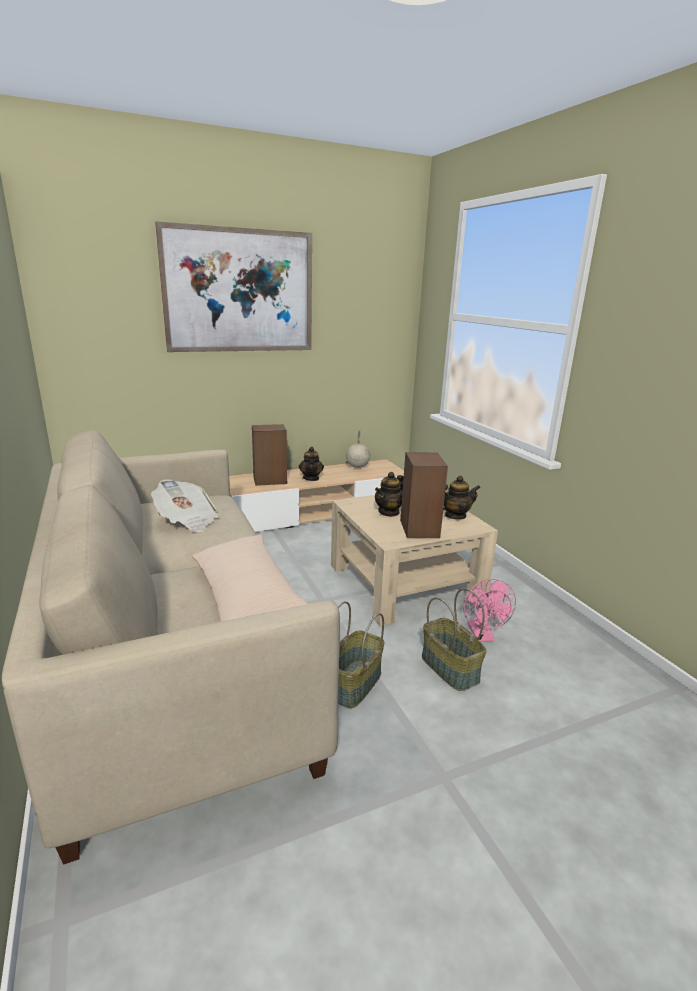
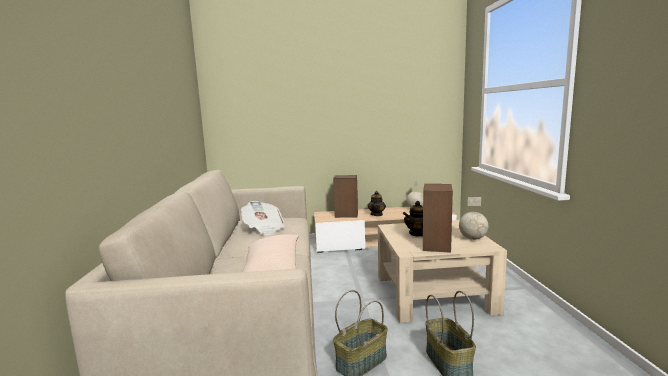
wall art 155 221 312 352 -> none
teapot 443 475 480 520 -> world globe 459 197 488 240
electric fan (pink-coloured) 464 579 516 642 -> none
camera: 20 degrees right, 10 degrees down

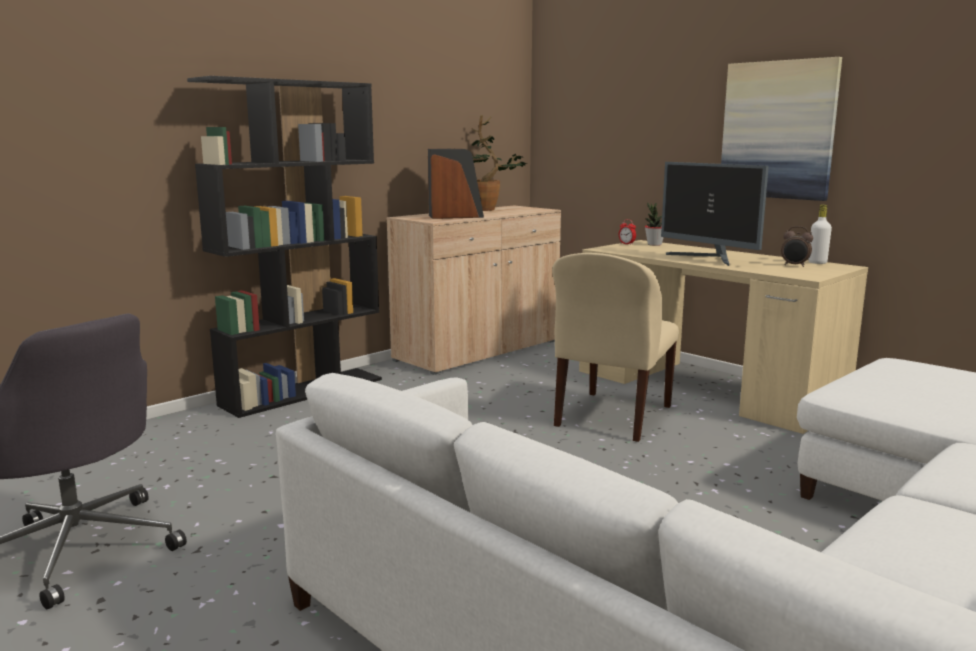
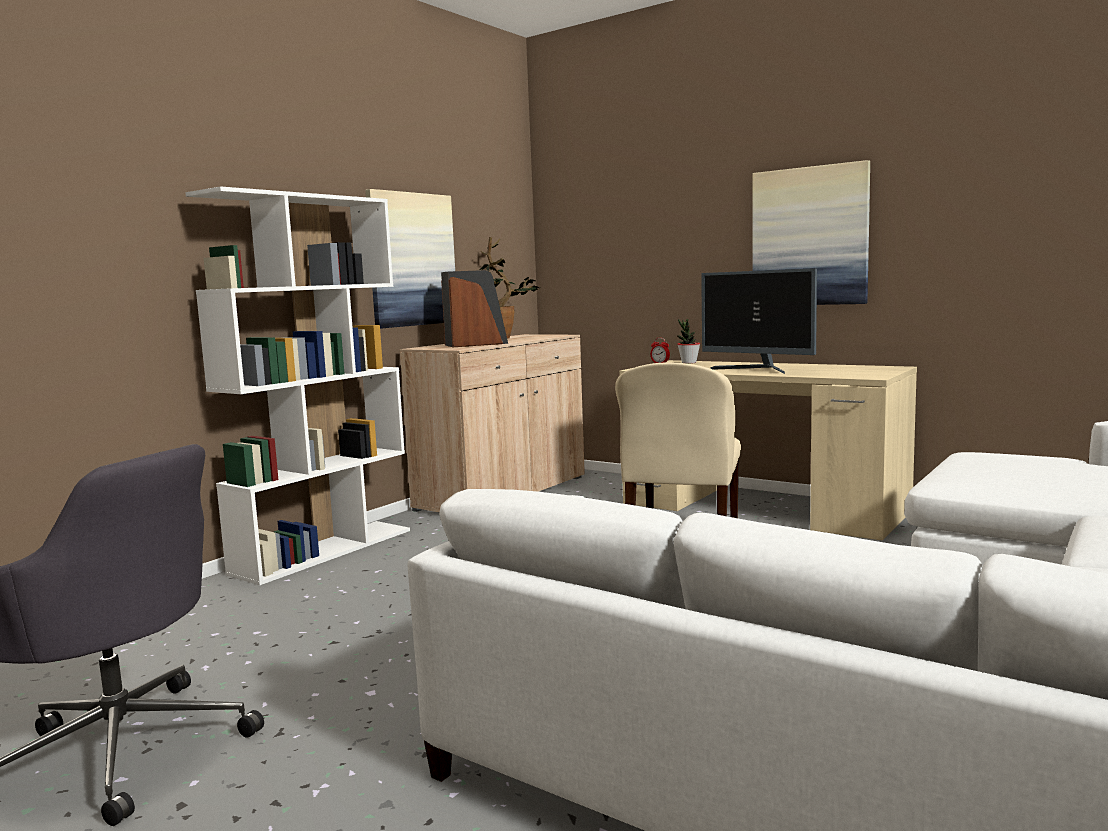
bookcase (blackish) 187 76 382 418 -> bookcase (whitish) 185 186 410 585
alarm clock 781 226 813 267 -> none
drink bottle (whitish) 809 205 832 264 -> none
none -> wall art 365 189 455 329
camera: 10 degrees left, 5 degrees down

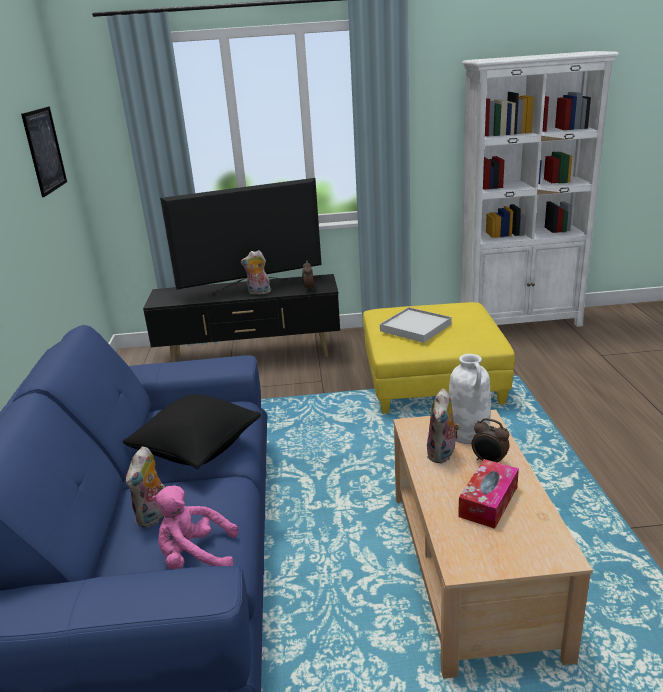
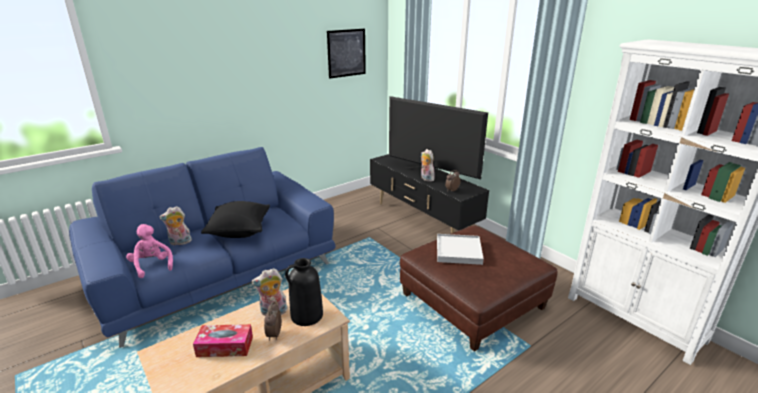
ottoman (yellowish) 363 302 515 414 -> ottoman (brown) 400 225 557 352
decorative vase (whitish) 449 354 490 444 -> decorative vase (blackish) 285 258 323 326
camera: 55 degrees right, 0 degrees up

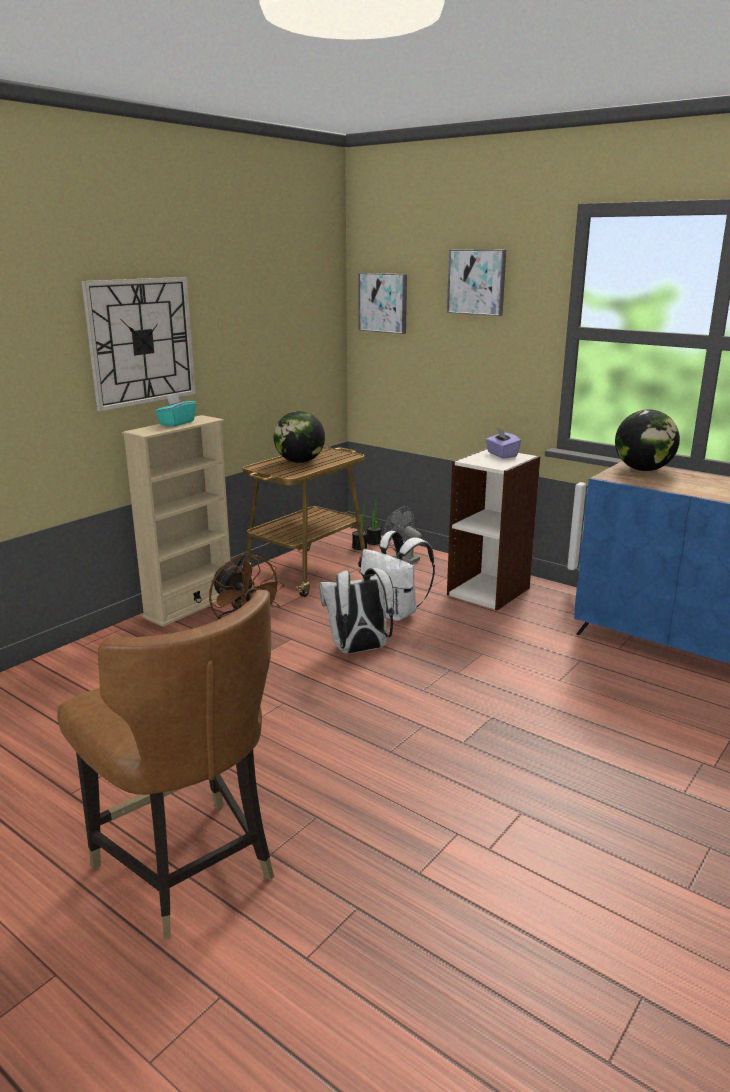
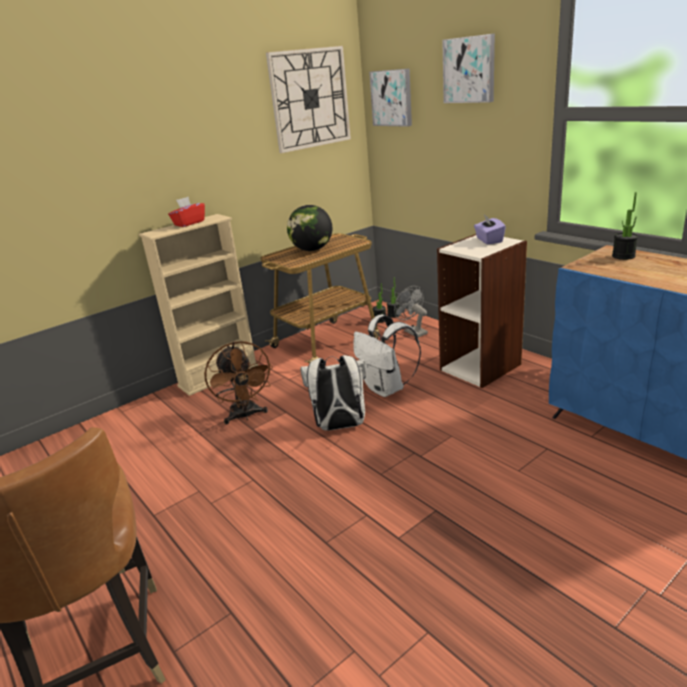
clock on the wall 81 277 196 411 -> clock on the wall 266 46 351 153, move
tissue holder (blue-green) 155 393 196 427 -> tissue holder (red-coloured) 168 197 205 227
world globe 615 409 680 471 -> houseplant 612 192 638 260
camera: 15 degrees right, 5 degrees up

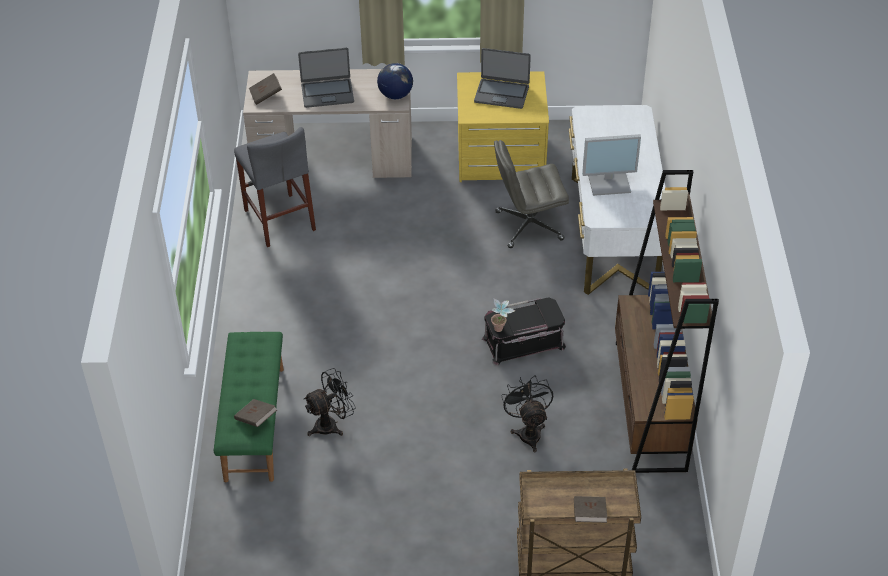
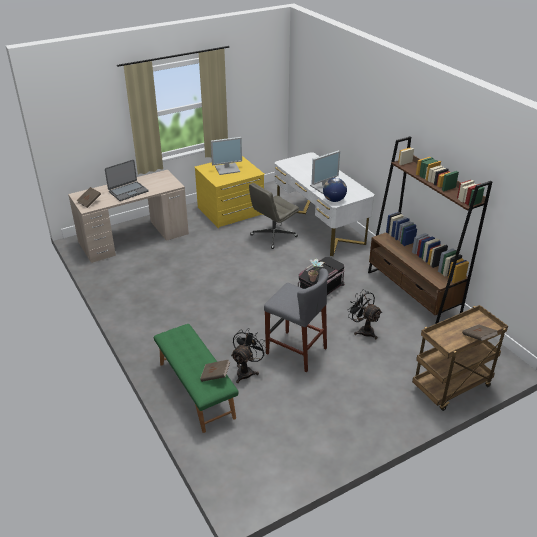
stool (grey) 234 127 316 247 -> stool (grey) 264 268 329 372, move
world globe 377 63 413 99 -> world globe 323 178 347 202, move
laptop 474 48 531 109 -> computer display 211 137 242 175
camera: 30 degrees left, 10 degrees down

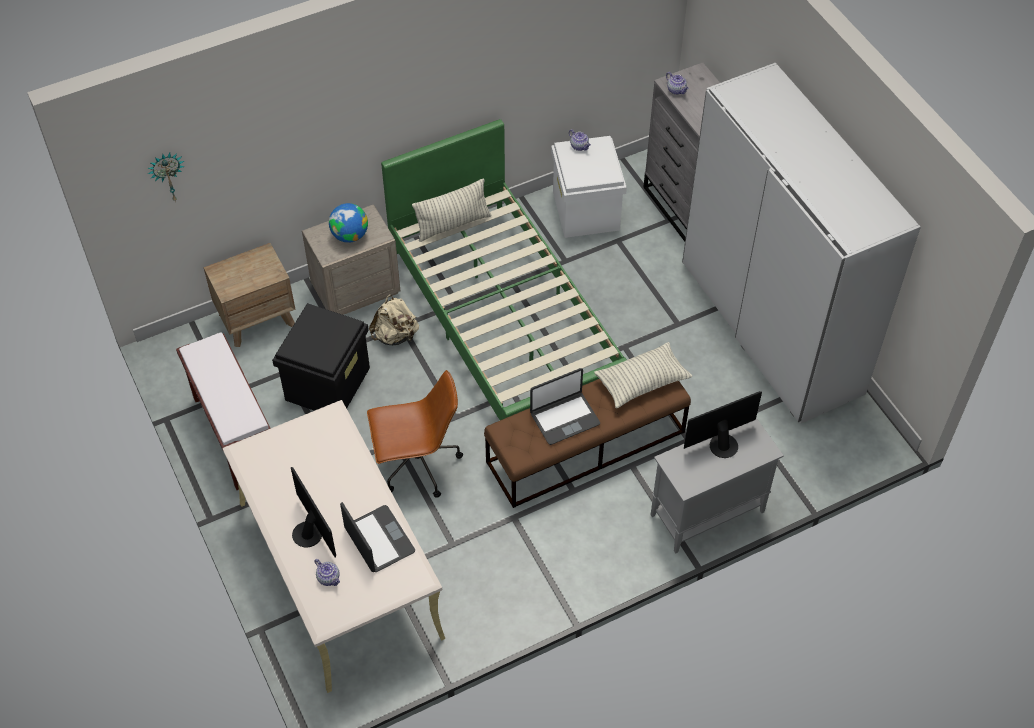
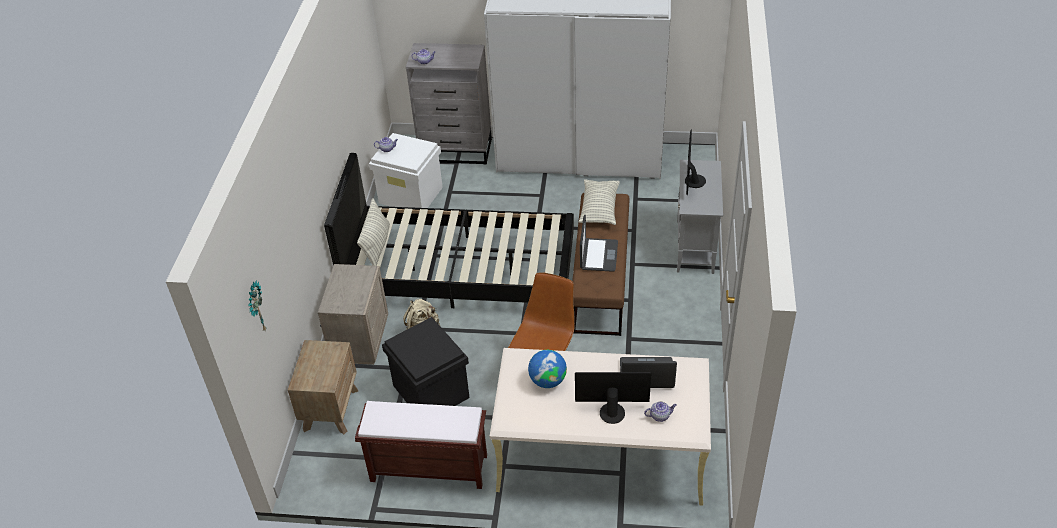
world globe 329 203 368 243 -> world globe 528 350 567 388, move
bedroom bed (green) 381 119 627 420 -> bedroom bed (blackish) 324 153 574 308
camera: 55 degrees left, 10 degrees down

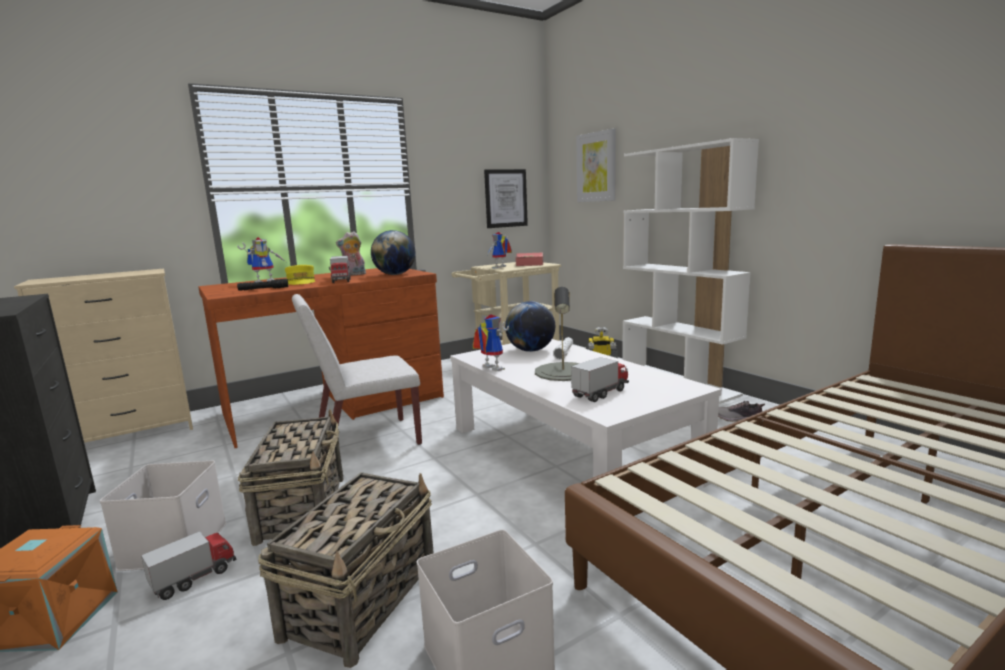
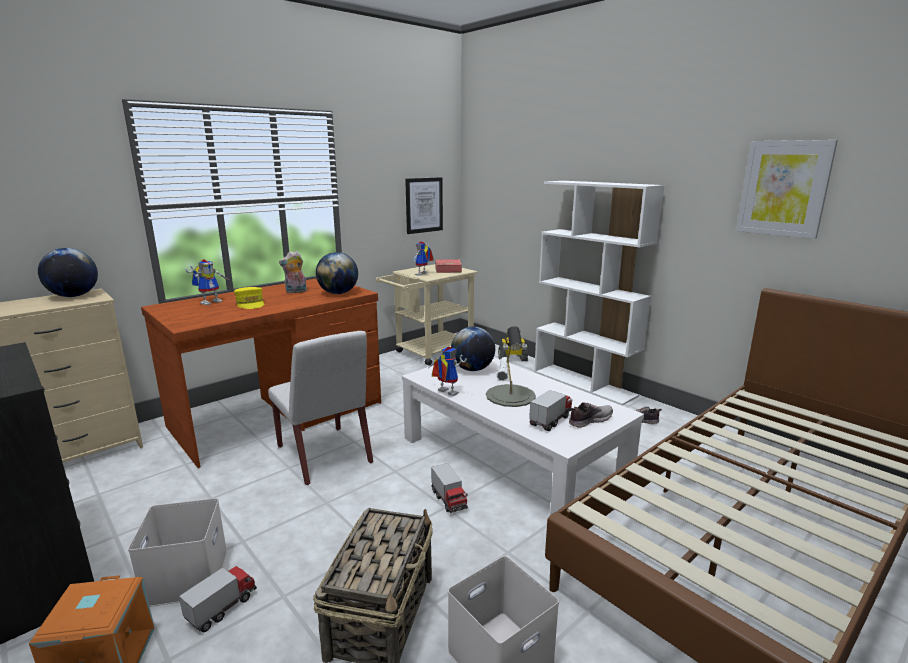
flashlight (blackish) 237 279 288 291 -> none
basket 238 409 344 546 -> none
plain chair (whitish) 292 294 422 445 -> plain chair (whitish) 268 331 373 485, 90 degrees counterclockwise
toy lorry 329 256 351 283 -> toy lorry 431 463 468 513, move
wall art 576 128 616 202 -> wall art 736 140 838 239, move
none -> world globe 38 248 98 297
none -> item of footwear 569 402 613 428
camera: 10 degrees left, 5 degrees up

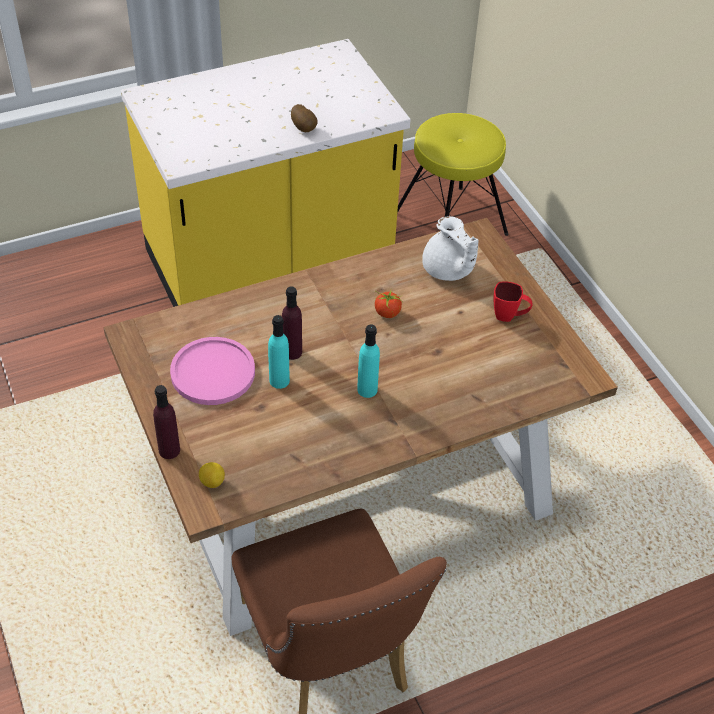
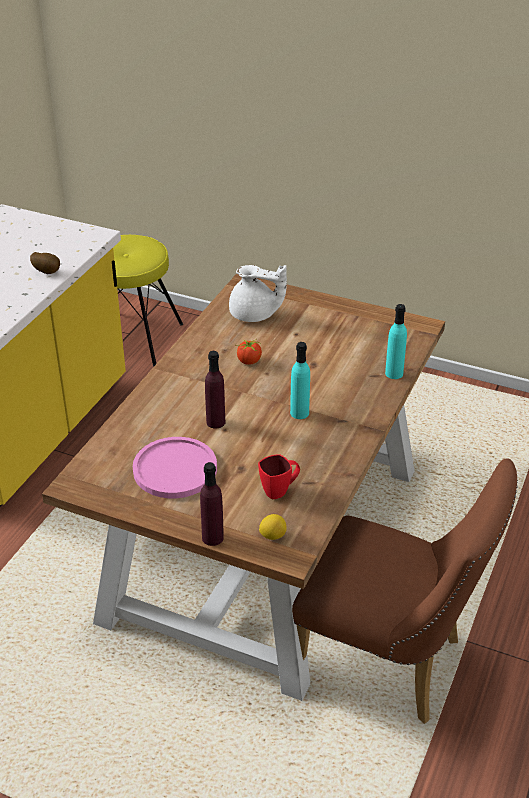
drink bottle (blue-green) 268 315 290 389 -> drink bottle (blue-green) 385 304 407 379, move
coffee mug (red-coloured) 493 281 532 322 -> coffee mug (red-coloured) 258 454 300 499, move
camera: 40 degrees left, 10 degrees down

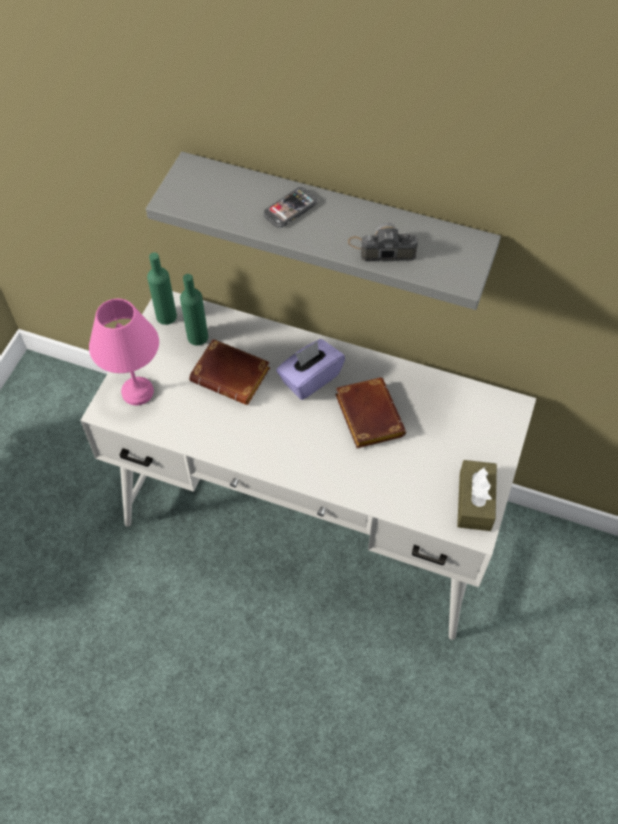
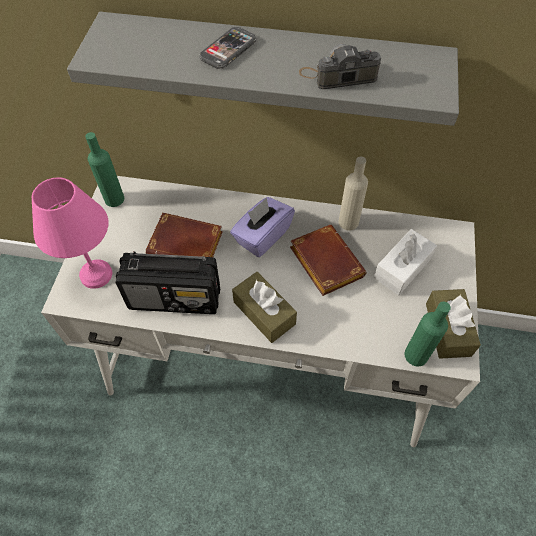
drink bottle (green) 180 274 208 346 -> drink bottle (green) 404 302 451 366, move
none -> radio set 116 251 220 314
none -> tissue holder (brown) 232 272 297 343
none -> drink bottle (sand-coloured) 338 157 368 231
none -> tissue holder (whitish) 374 229 437 295
camera: 10 degrees left, 0 degrees up

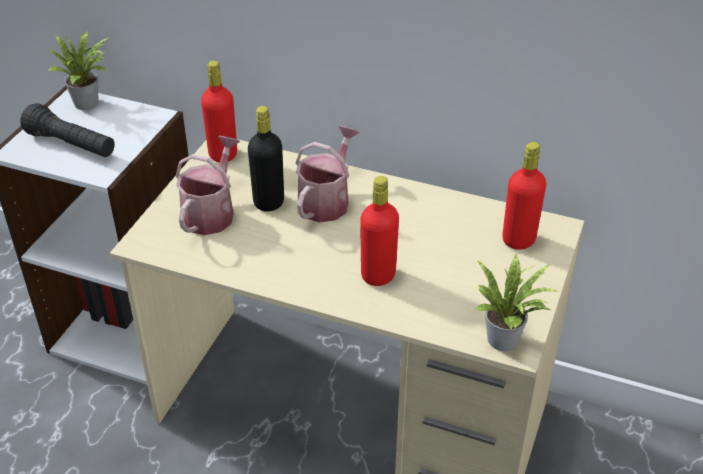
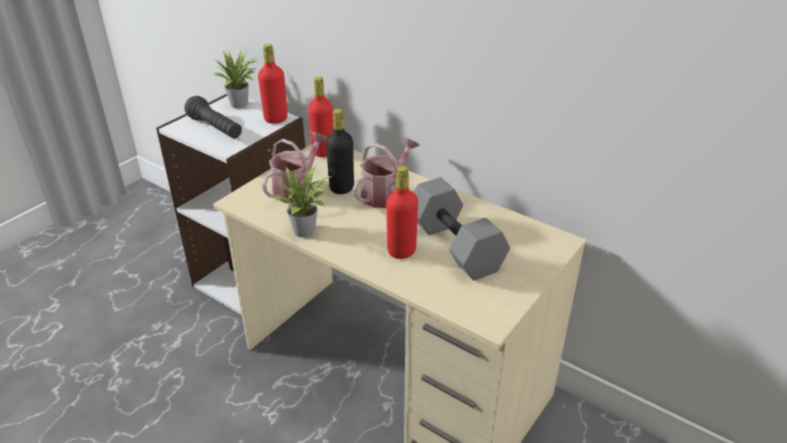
houseplant 474 254 559 351 -> houseplant 273 167 332 237, move
drink bottle (red-coloured) 502 142 546 250 -> drink bottle (red-coloured) 258 44 287 124, move
none -> dumbbell (grey) 414 177 510 281
camera: 15 degrees right, 5 degrees down

